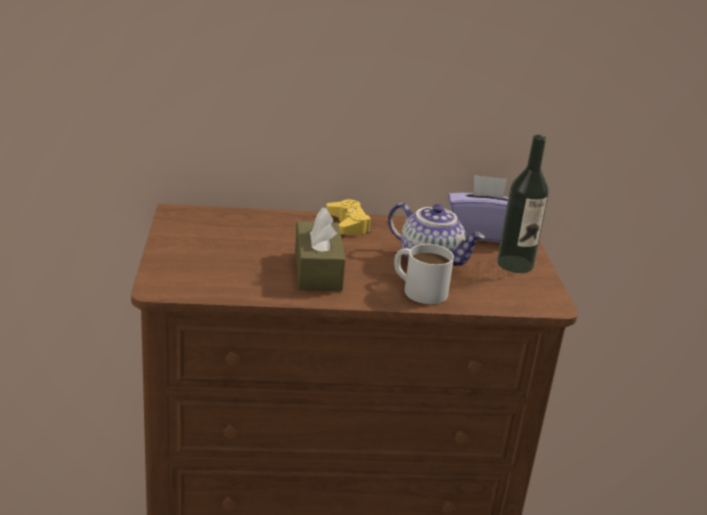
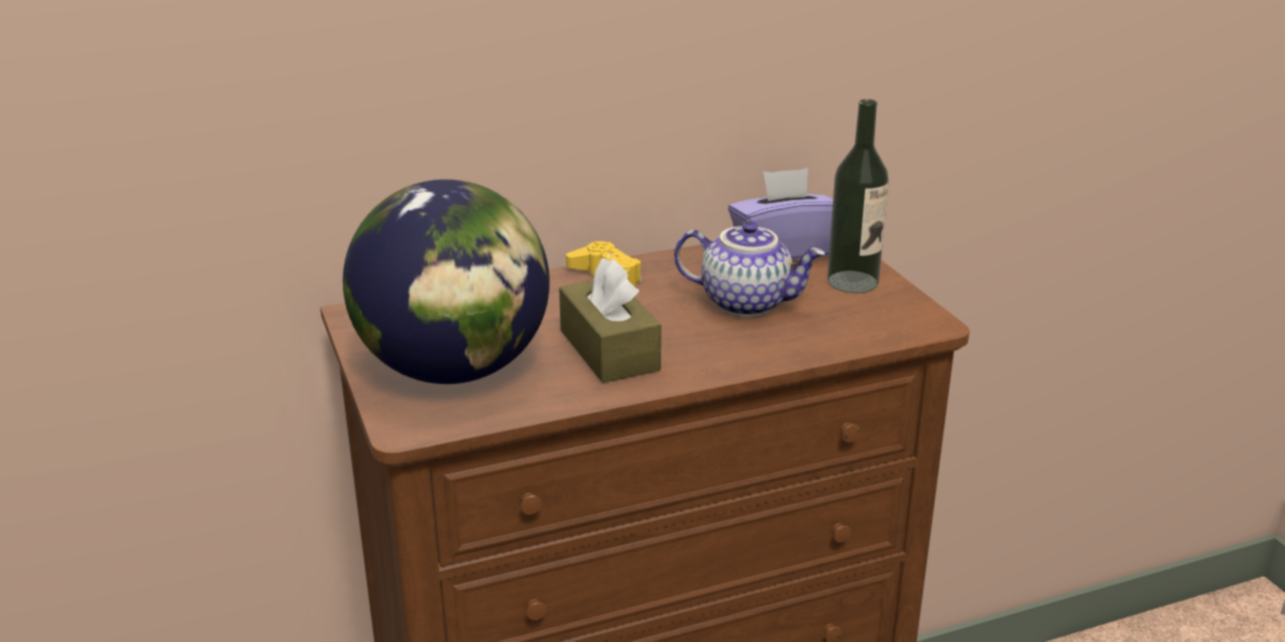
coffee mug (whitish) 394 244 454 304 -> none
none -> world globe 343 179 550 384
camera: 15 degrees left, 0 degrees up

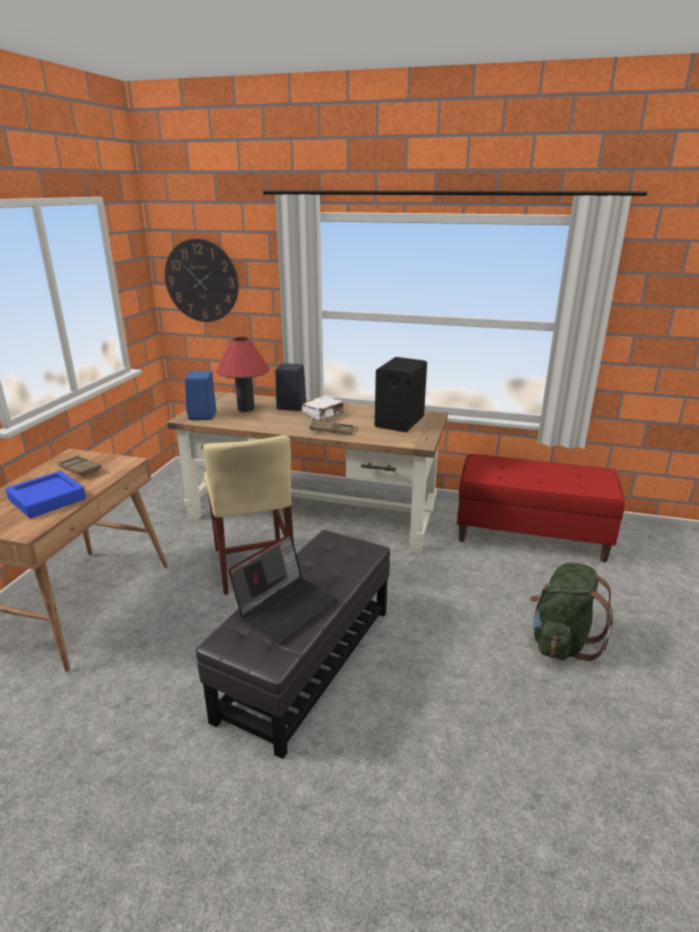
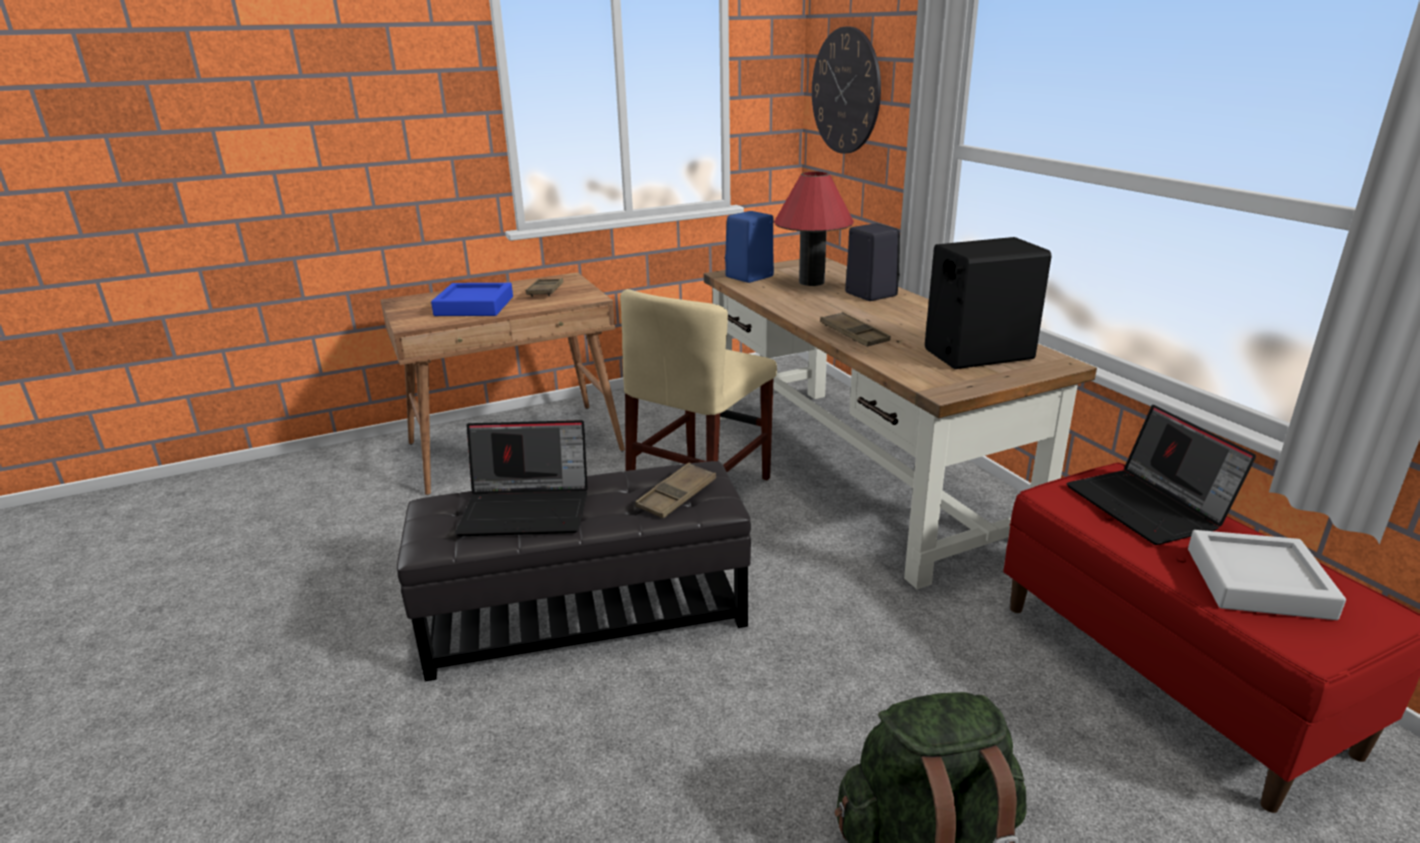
book (whitish) 302 396 344 420 -> none
none -> serving tray (brown) 635 463 716 519
none -> laptop 1067 405 1256 545
none -> serving tray (grey) 1188 530 1346 620
camera: 50 degrees right, 0 degrees up

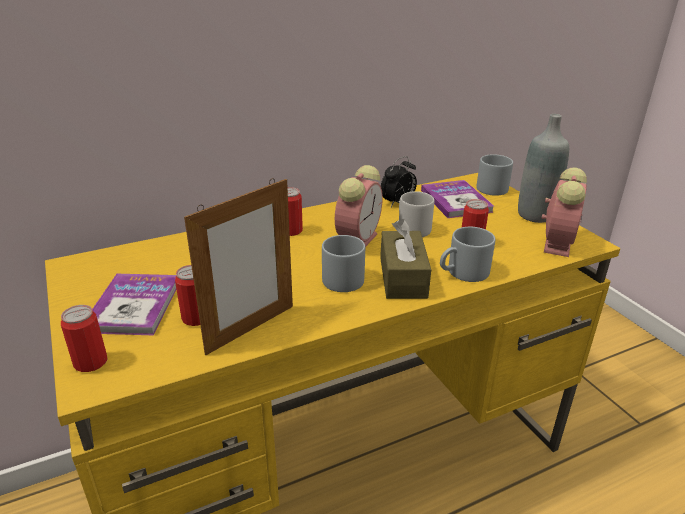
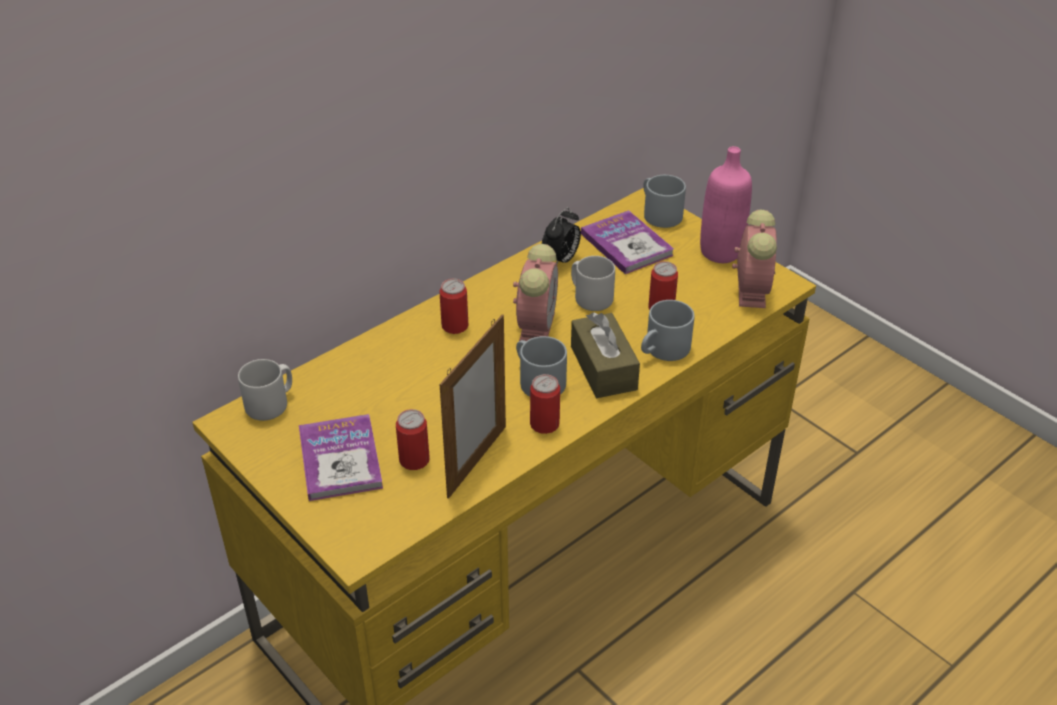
sealed can 61 305 108 372 -> sealed can 530 374 560 434, move
drink bottle (grey) 518 114 569 223 -> drink bottle (pink-coloured) 700 146 752 263
none -> coffee mug (grey) 238 359 292 421
camera: 15 degrees left, 10 degrees up

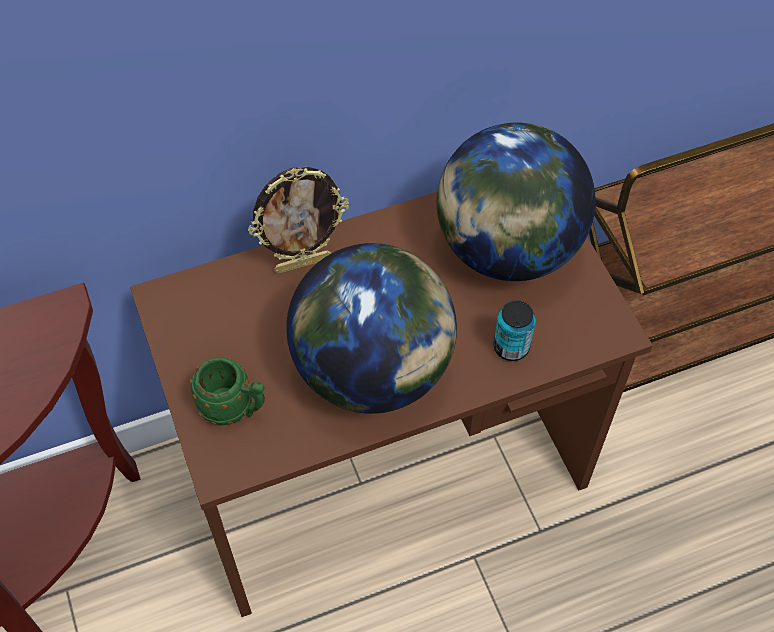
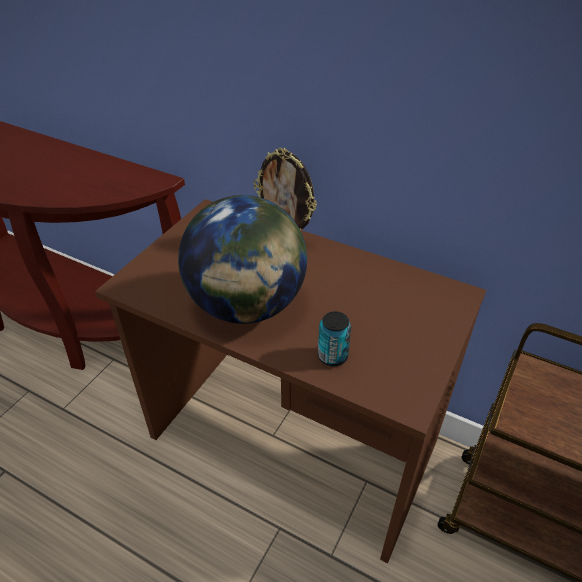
coffee mug (green) 190 357 265 425 -> none
world globe 437 123 595 281 -> none
camera: 50 degrees right, 15 degrees down

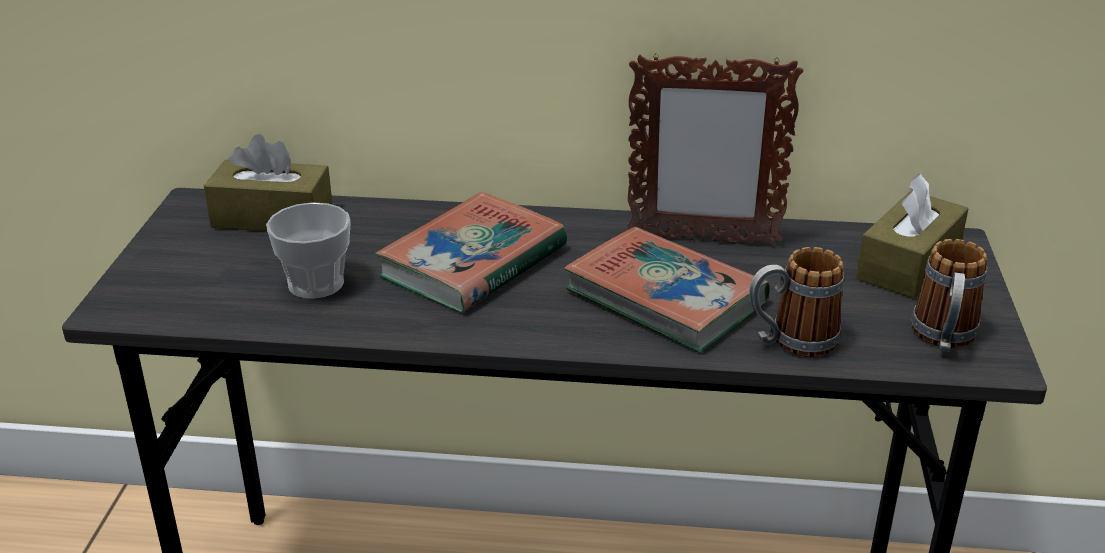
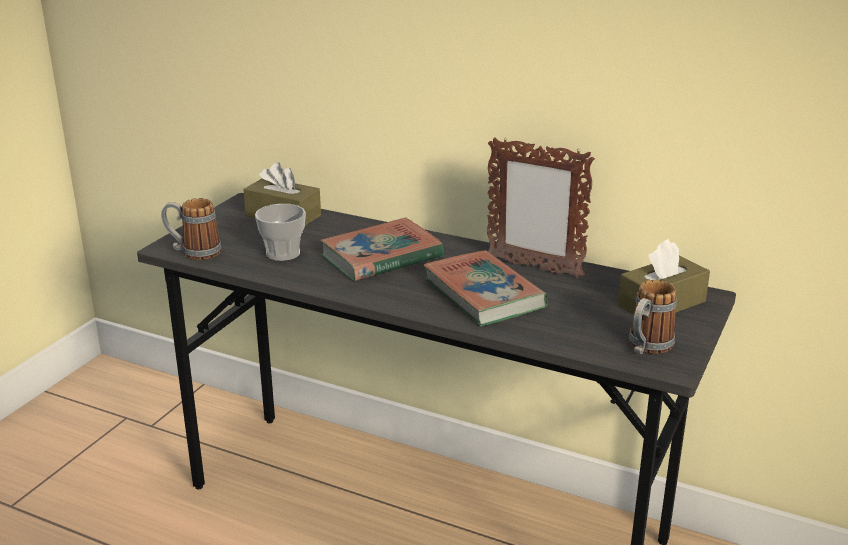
coffee mug 750 247 844 357 -> coffee mug 161 198 221 260, move
camera: 20 degrees right, 5 degrees down

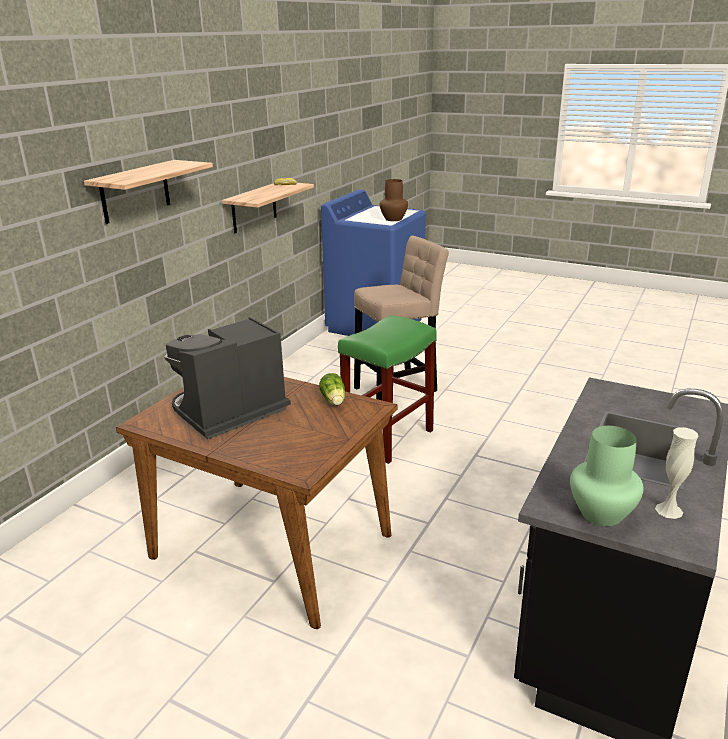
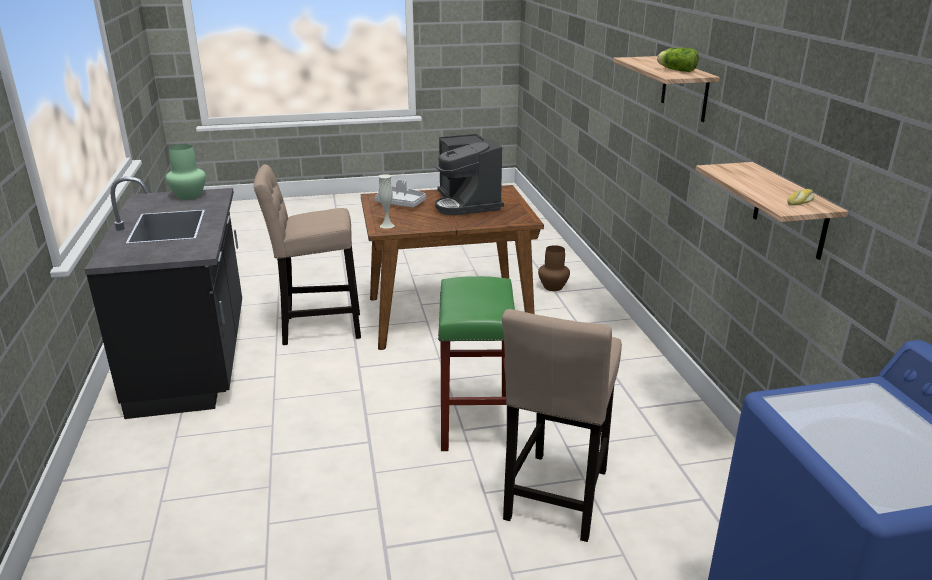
coffee machine 164 317 291 439 -> coffee machine 435 134 504 215, 150 degrees clockwise
head of lettuce 319 373 346 405 -> head of lettuce 657 48 699 72, move
decorative vase (brown) 379 179 408 221 -> decorative vase (brown) 538 245 570 291, move
decorative vase (whitish) 655 427 698 519 -> decorative vase (whitish) 378 174 394 229, move
none -> stool (sand-coloured) 254 164 361 345
none -> serving tray (grey) 374 180 426 207
camera: 140 degrees right, 0 degrees up

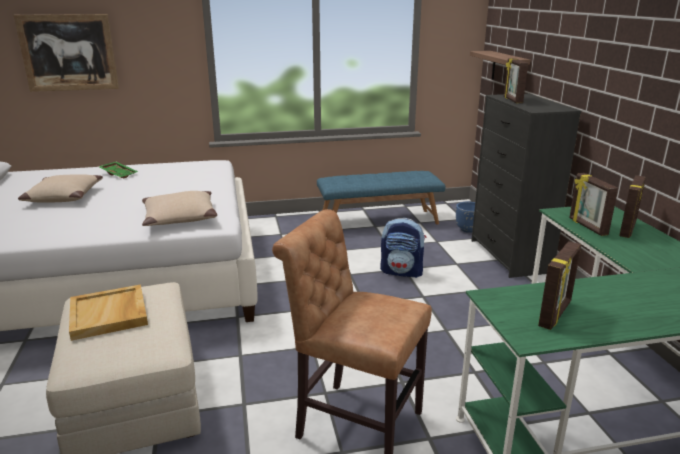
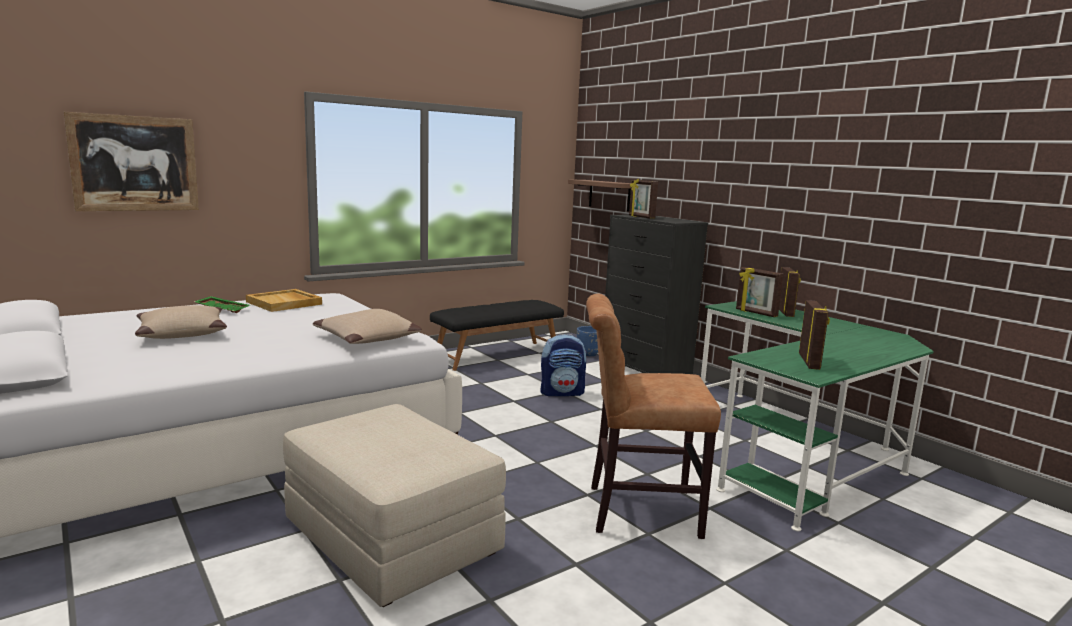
serving tray (sand-coloured) 69 284 148 341 -> serving tray (sand-coloured) 246 289 322 312, move
long seat (blue-coloured) 317 171 445 224 -> long seat (blackish) 430 300 564 371
camera: 25 degrees left, 10 degrees down

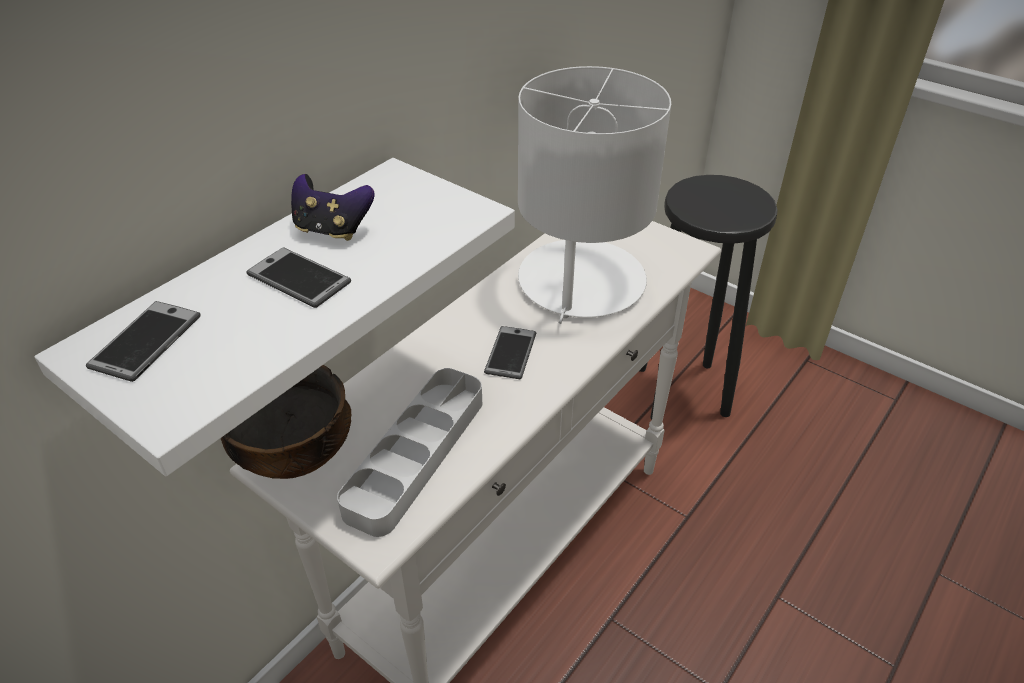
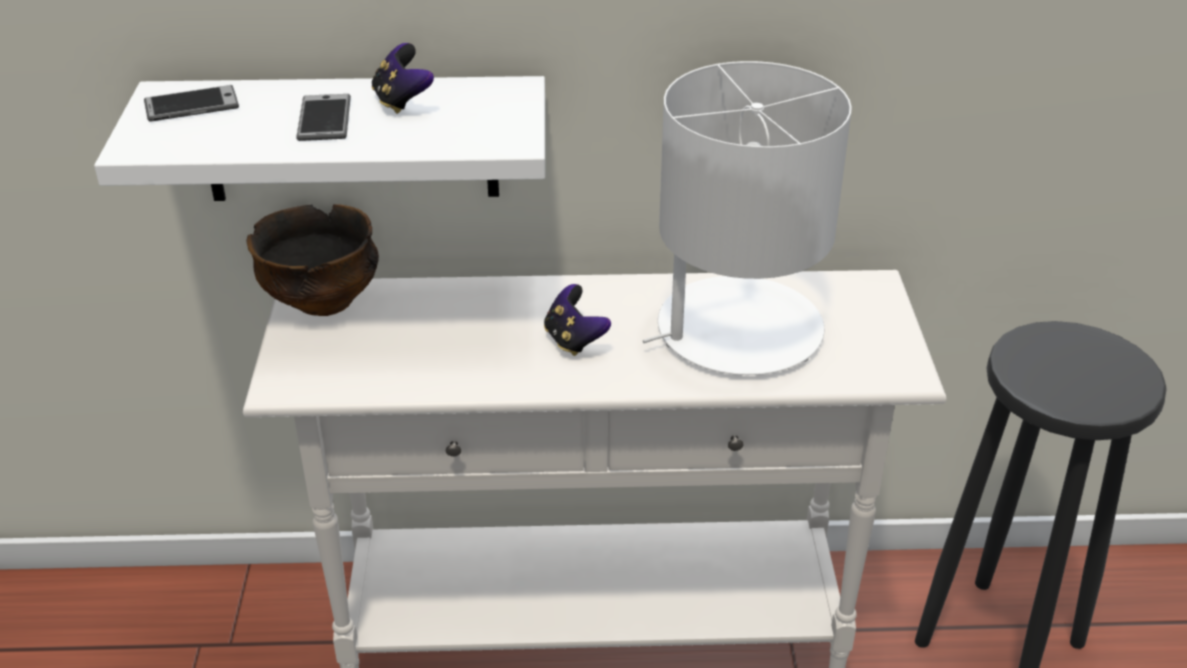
serving tray (grey) 337 368 482 537 -> none
phone 484 326 536 379 -> joypad 544 284 611 356
camera: 50 degrees right, 5 degrees down

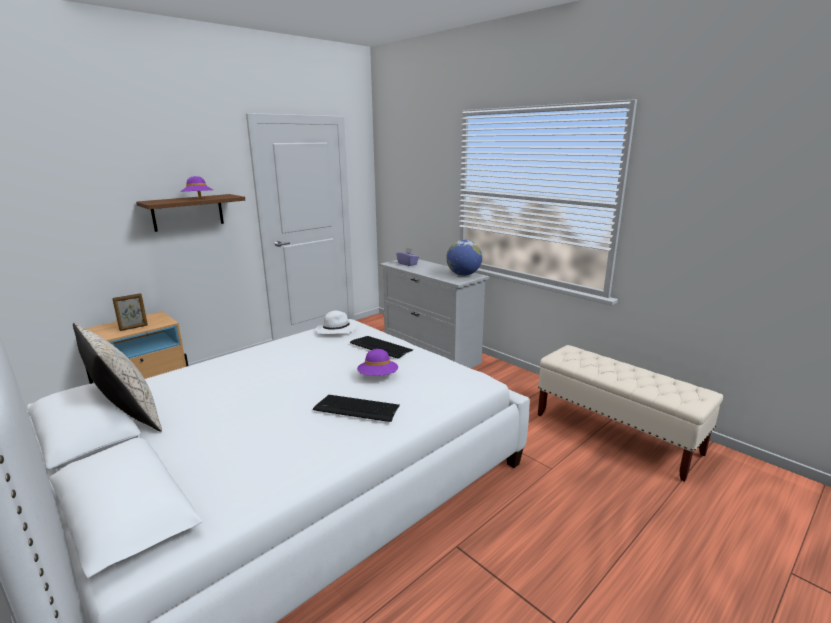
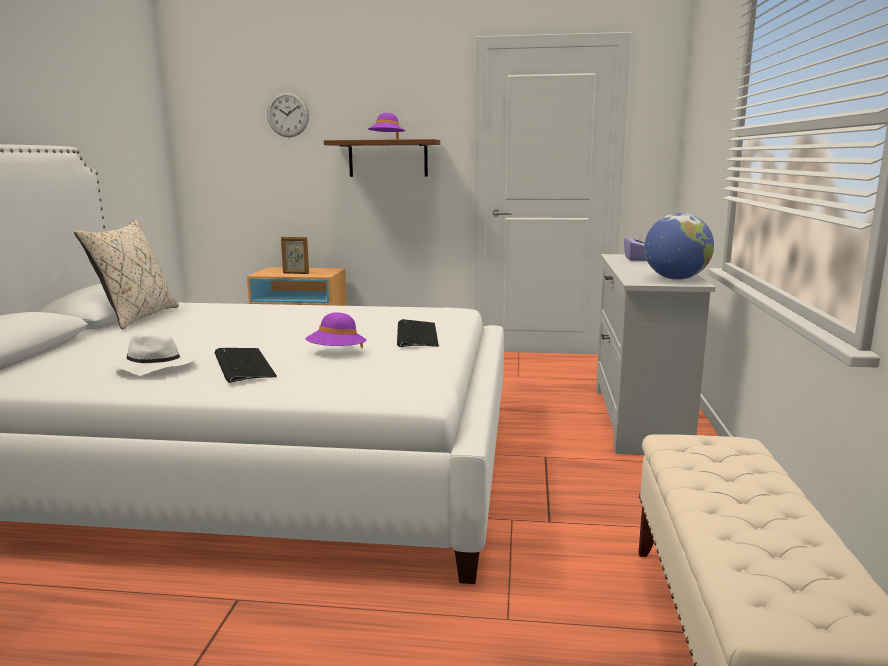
wearable hat (whitish) 316 311 357 334 -> wearable hat (whitish) 111 328 195 375, move
none -> clock on the wall 267 92 309 138
camera: 50 degrees right, 5 degrees down

